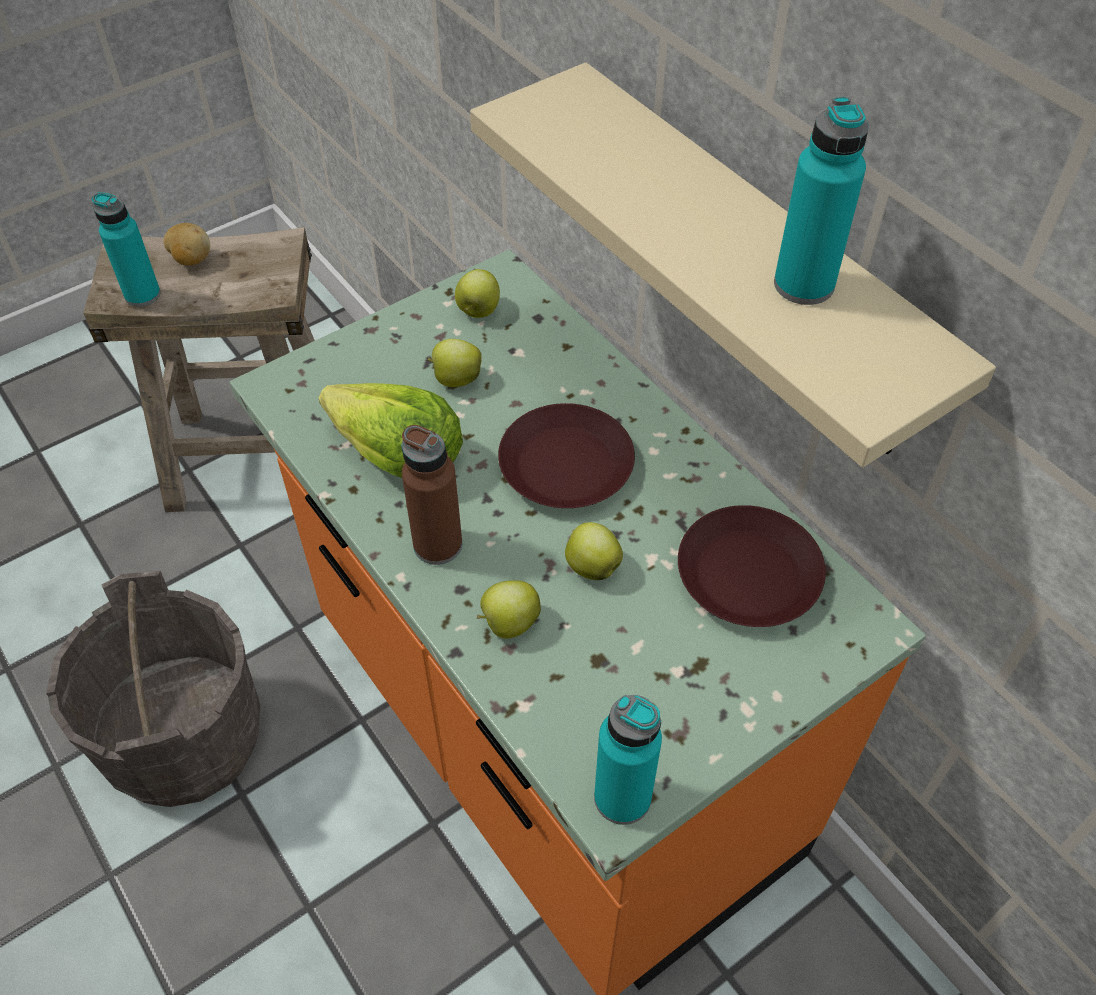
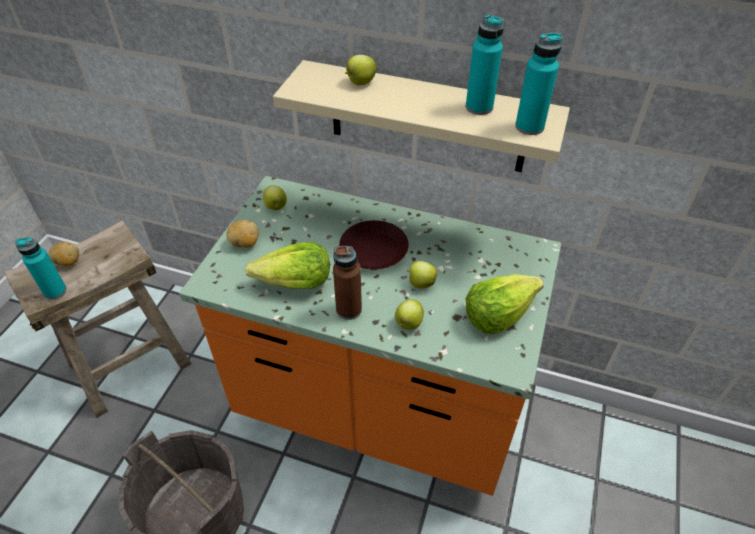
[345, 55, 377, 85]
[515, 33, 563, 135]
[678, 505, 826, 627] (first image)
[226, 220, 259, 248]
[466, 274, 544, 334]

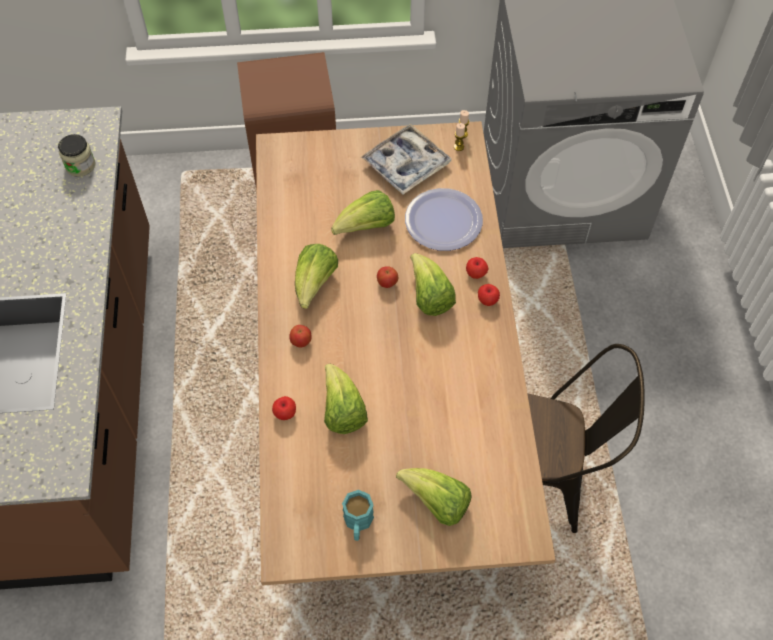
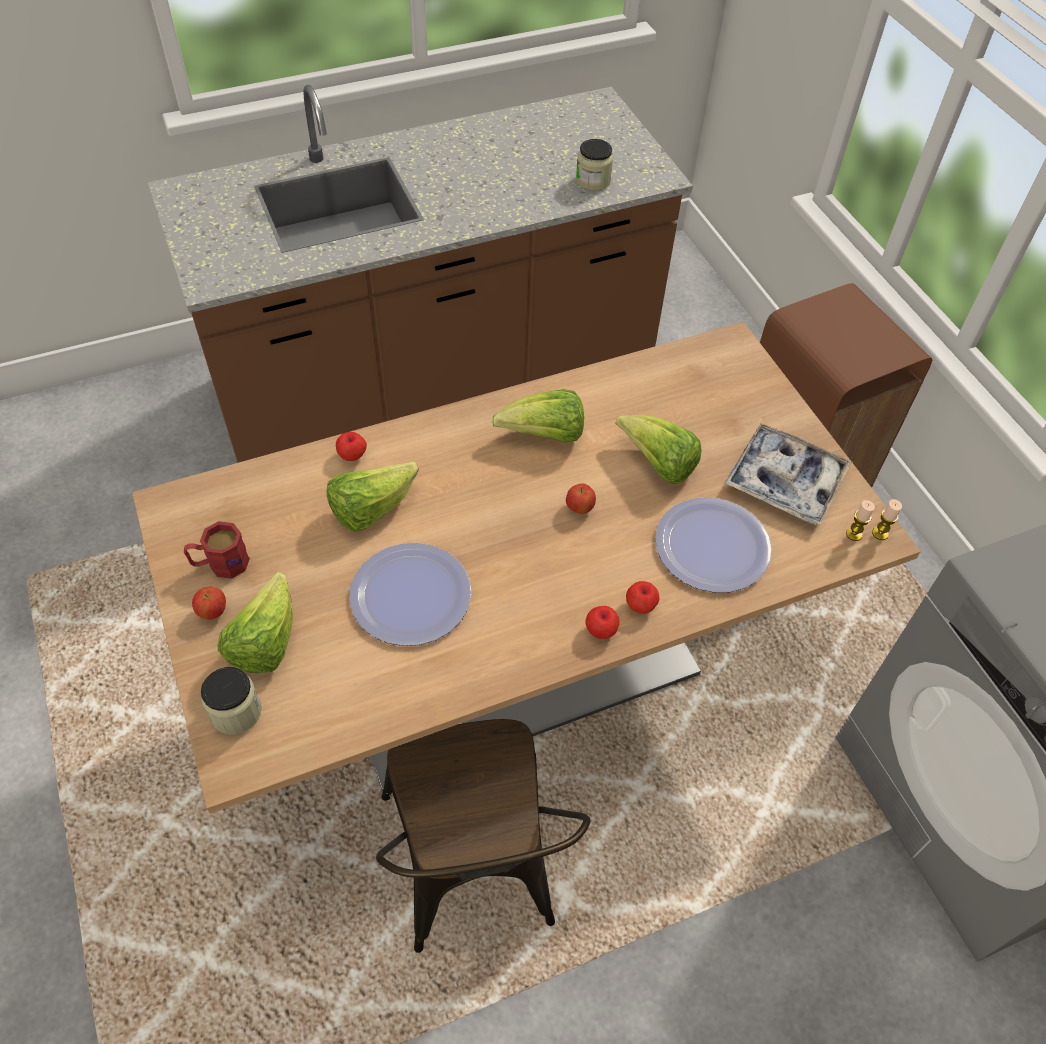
[192, 587, 226, 620]
[184, 521, 250, 579]
[410, 253, 456, 316] (first image)
[201, 667, 262, 734]
[350, 543, 471, 646]

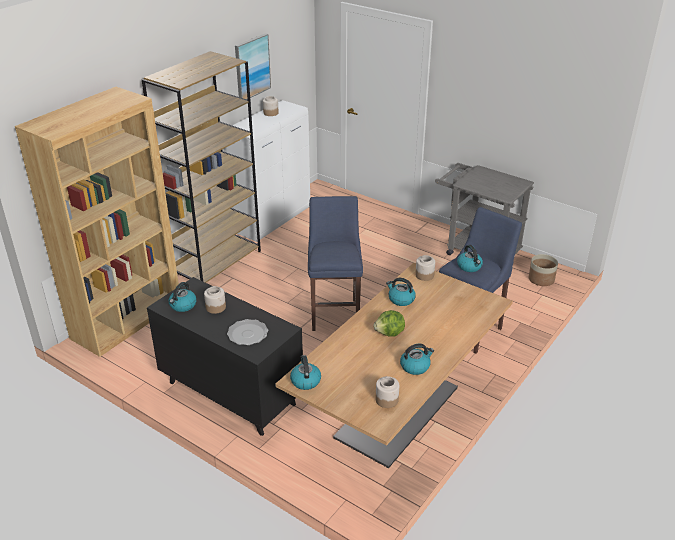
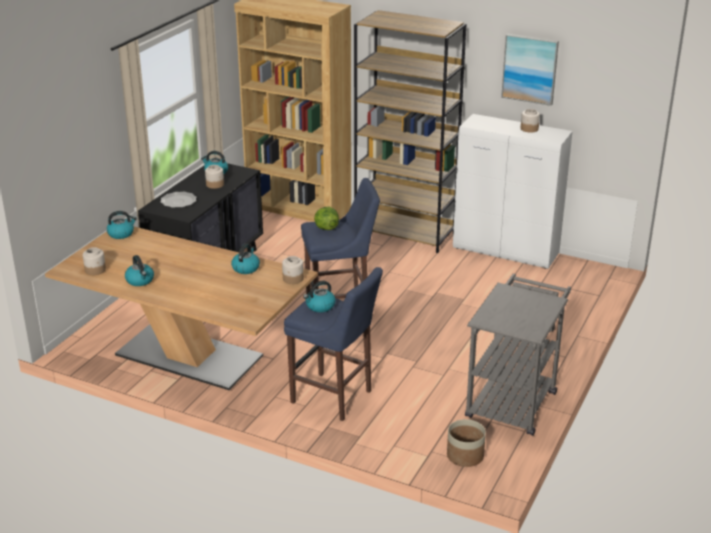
[314, 207, 339, 230]

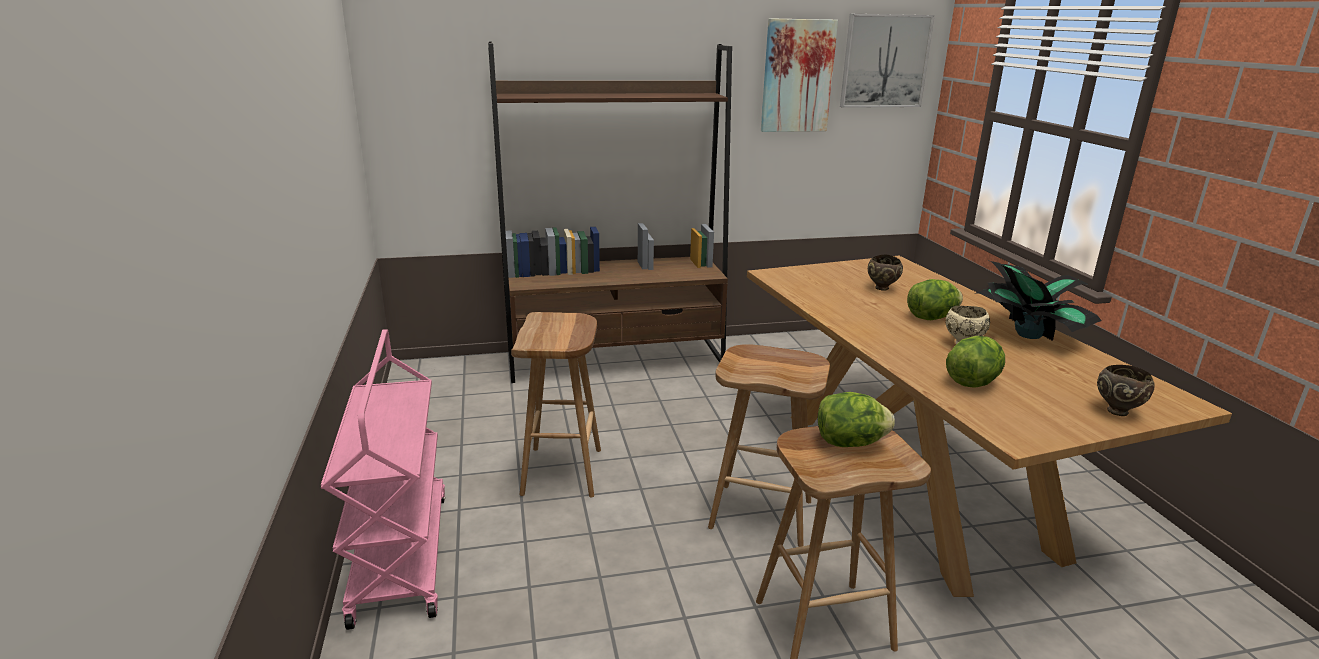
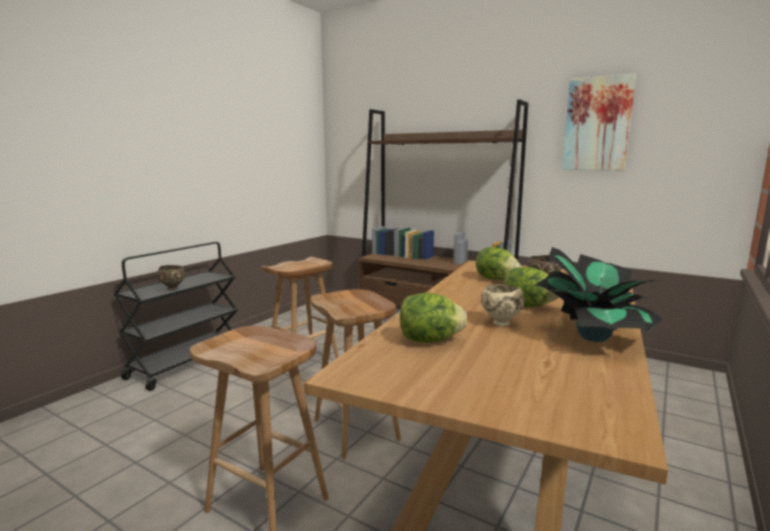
[114, 242, 238, 391]
[476, 247, 521, 280]
[840, 14, 935, 108] (first image)
[157, 265, 185, 290]

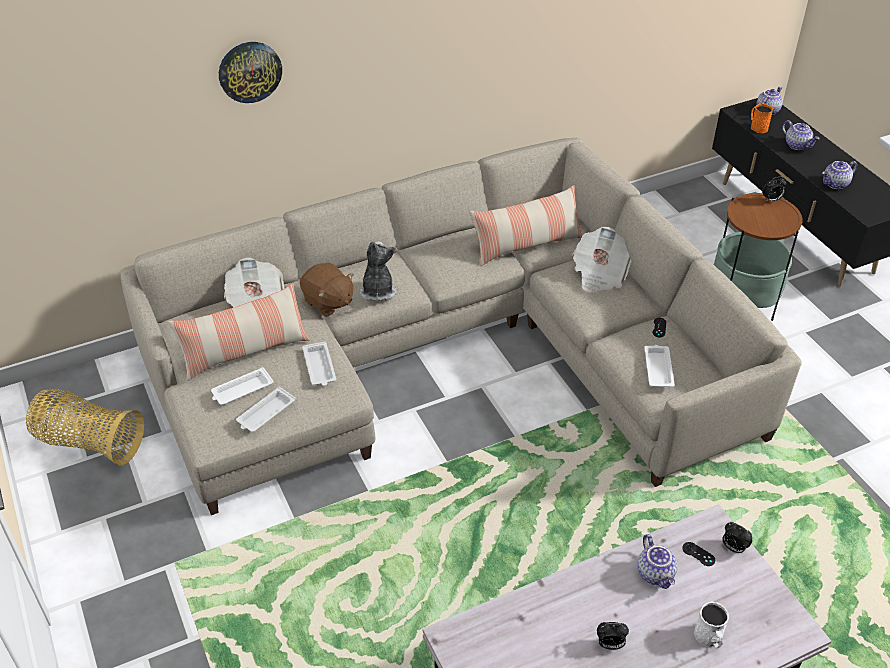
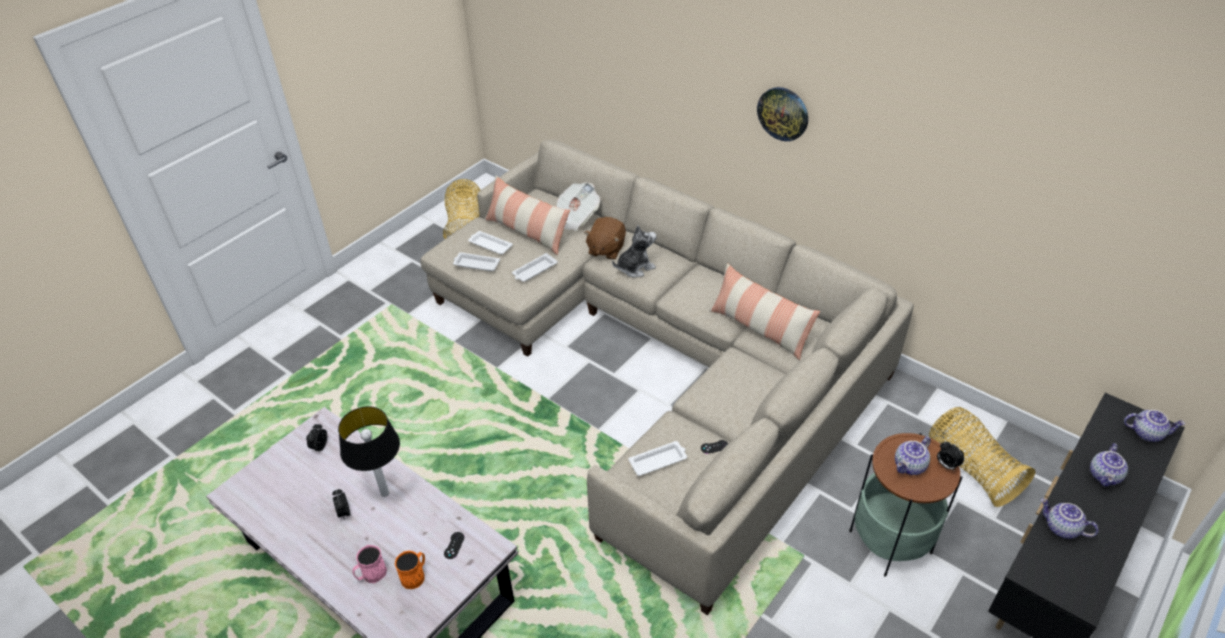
[757, 87, 808, 141]
[572, 227, 631, 292] (first image)
[895, 436, 931, 475]
[352, 545, 387, 583]
[306, 424, 327, 453]
[395, 551, 425, 589]
[338, 406, 400, 497]
[929, 407, 1036, 507]

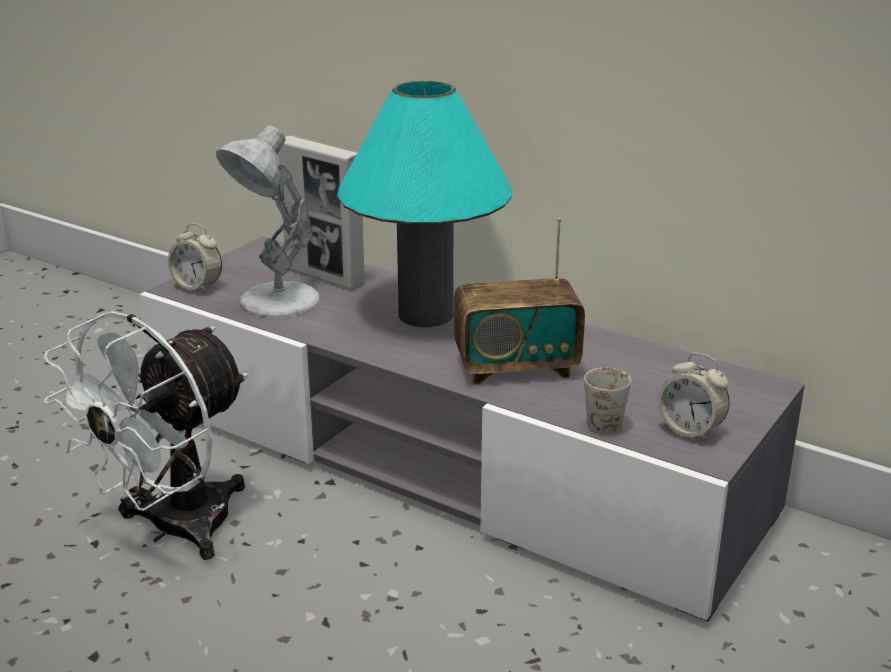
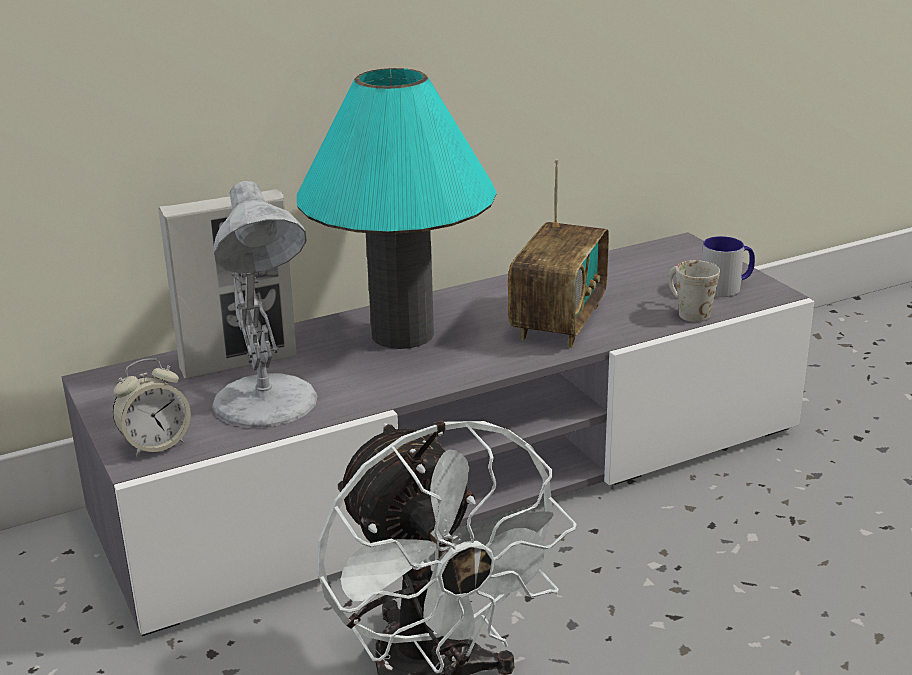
[702, 236, 755, 297]

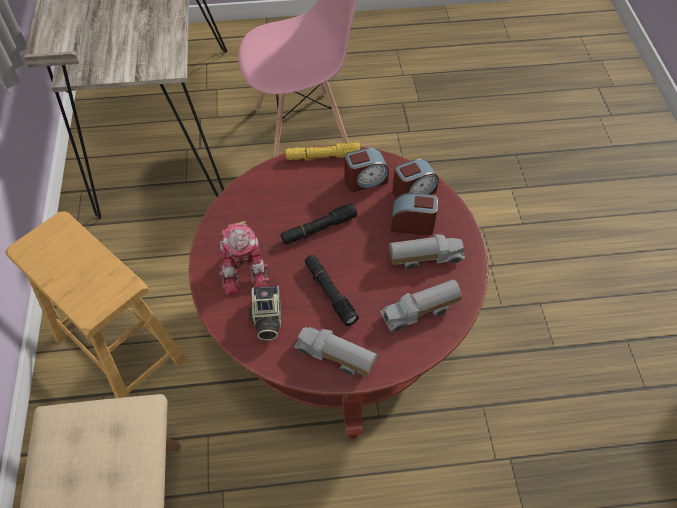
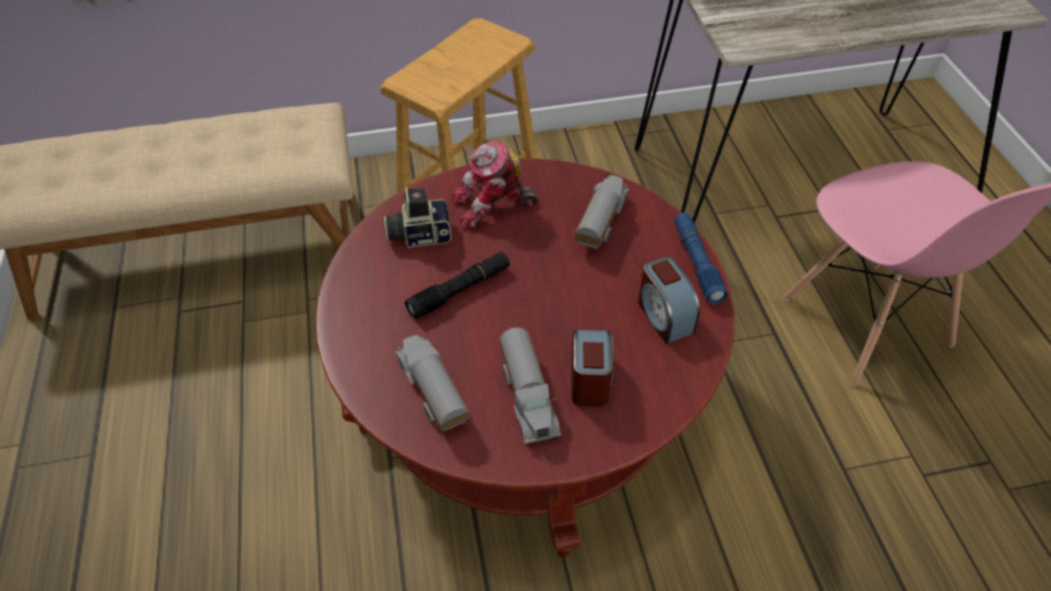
[281, 203, 357, 244] (first image)
[675, 212, 728, 304]
[575, 175, 630, 249]
[392, 158, 439, 198] (first image)

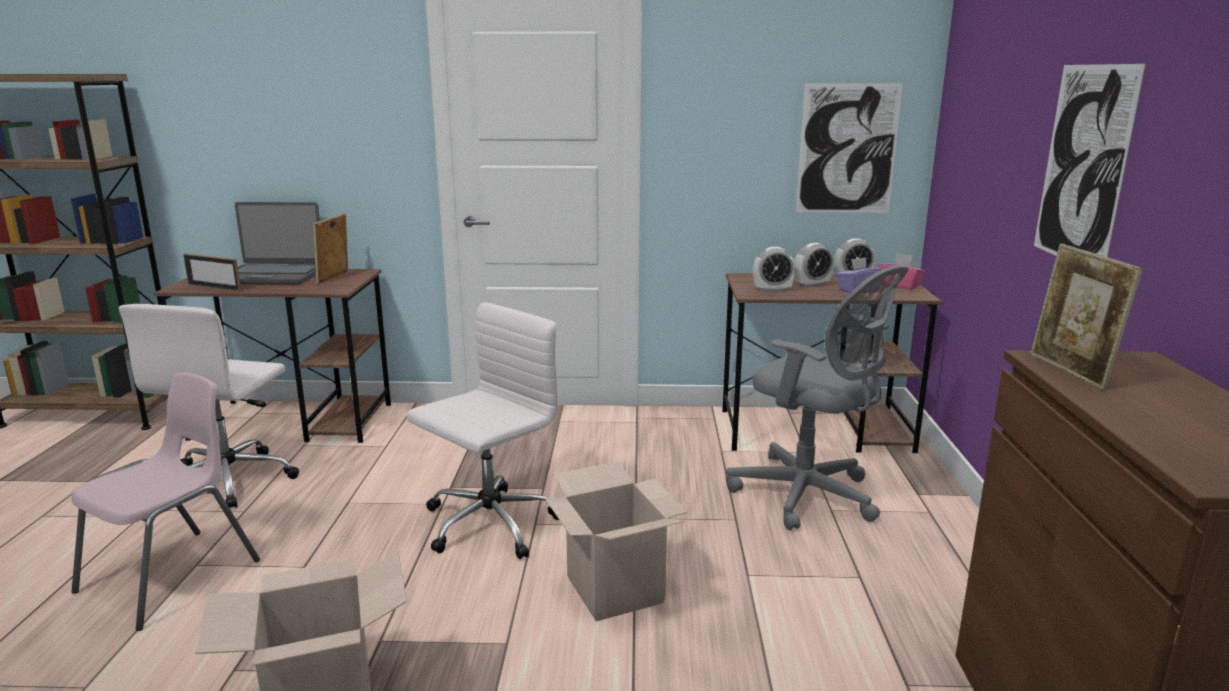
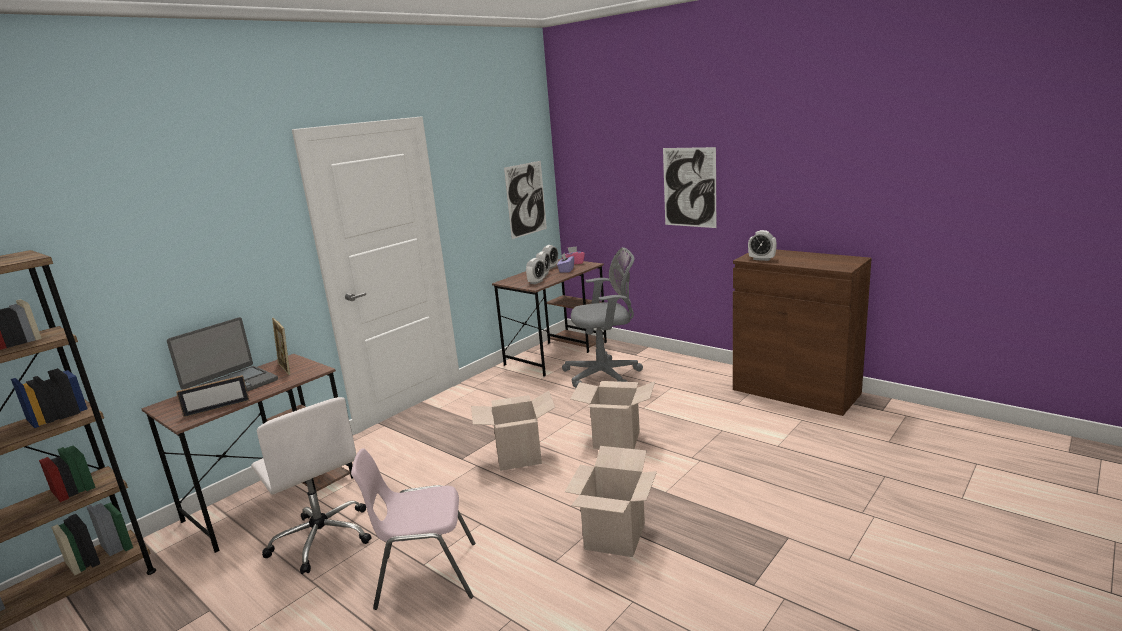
[351, 448, 475, 610]
[471, 390, 555, 471]
[748, 230, 777, 261]

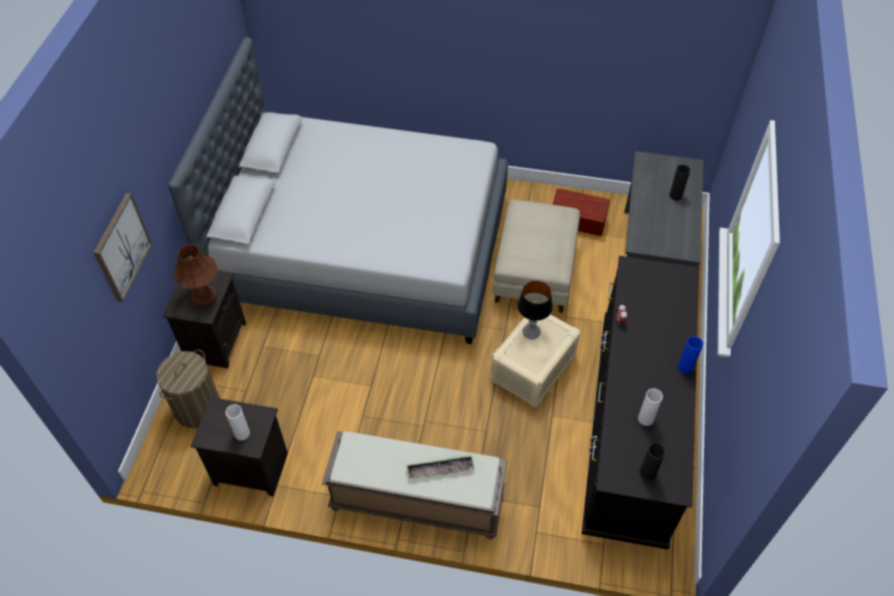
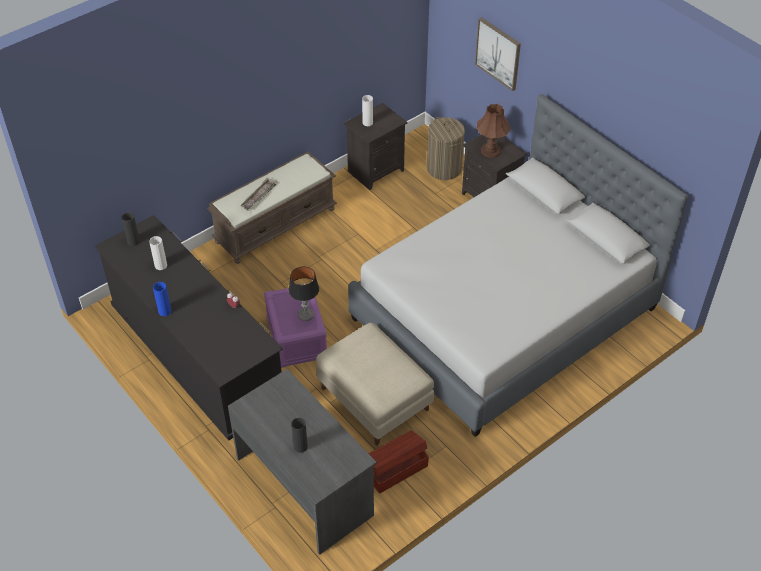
[264, 284, 327, 368]

